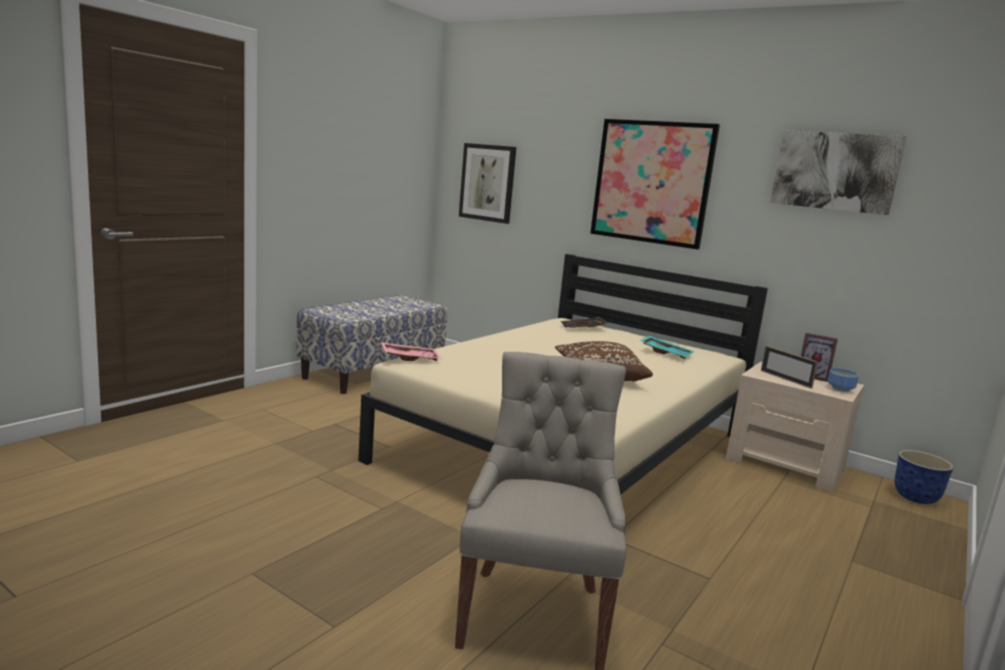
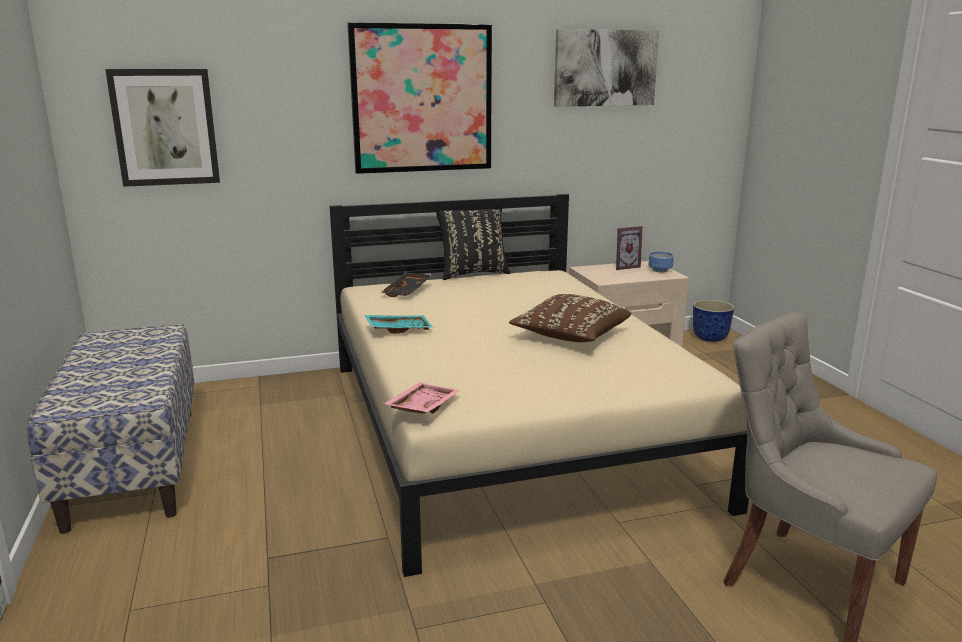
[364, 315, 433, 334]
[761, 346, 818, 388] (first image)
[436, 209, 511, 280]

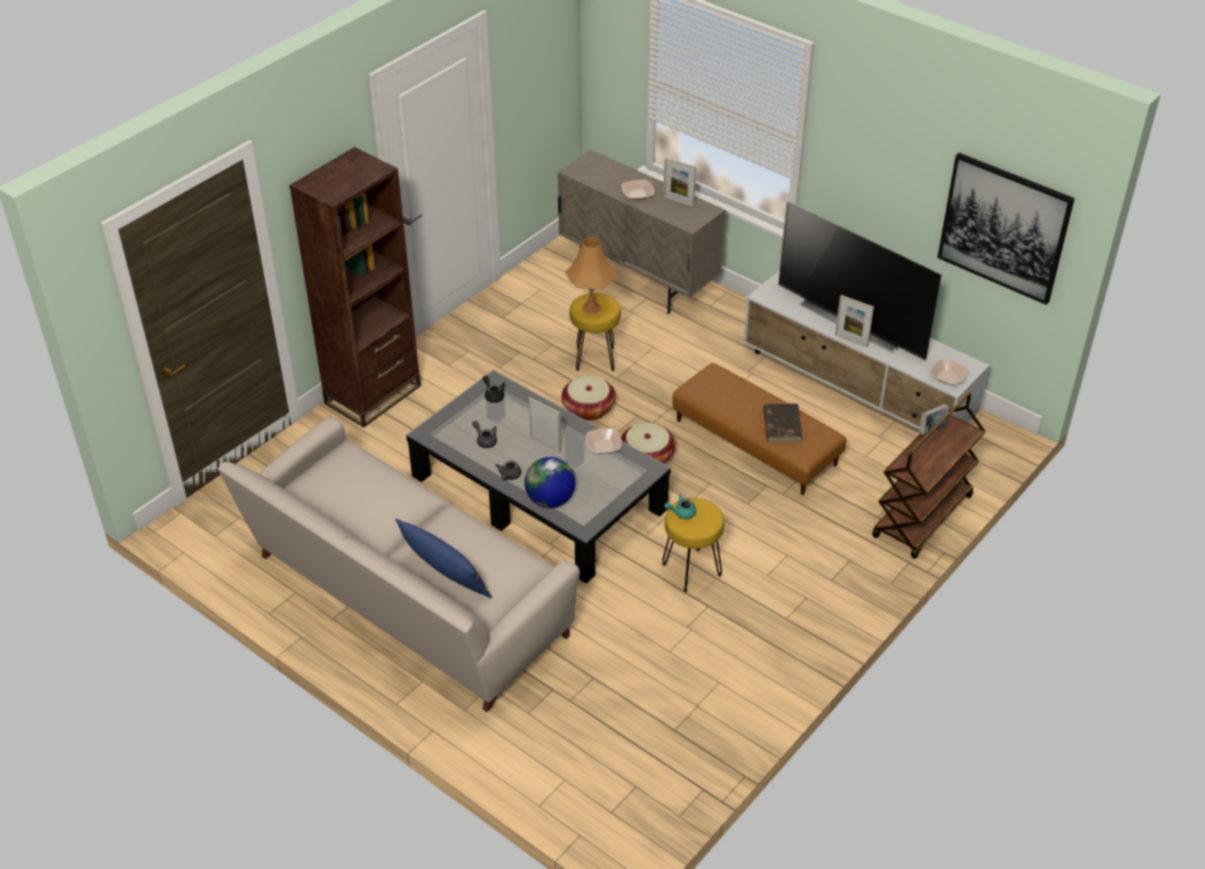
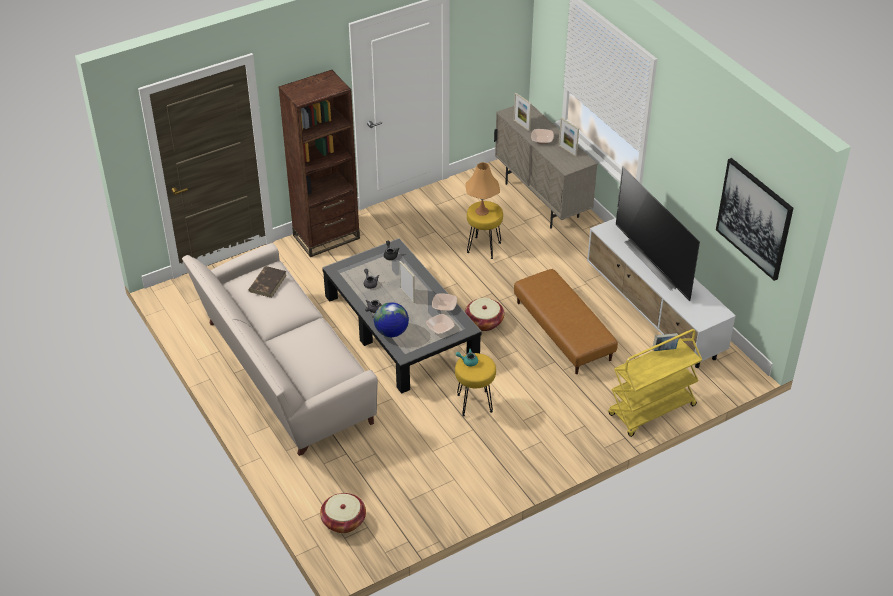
[395, 518, 492, 598] (first image)
[320, 493, 366, 533]
[248, 266, 287, 298]
[514, 93, 531, 131]
[608, 329, 702, 437]
[426, 314, 455, 334]

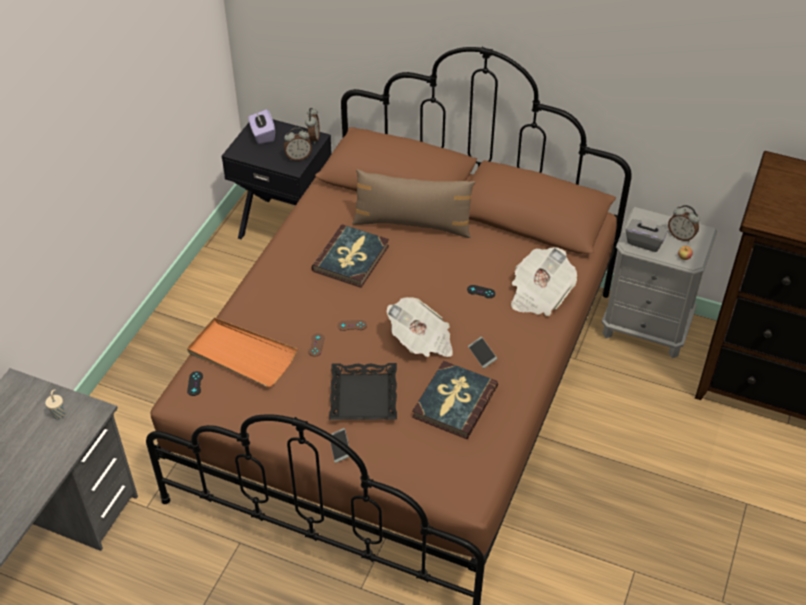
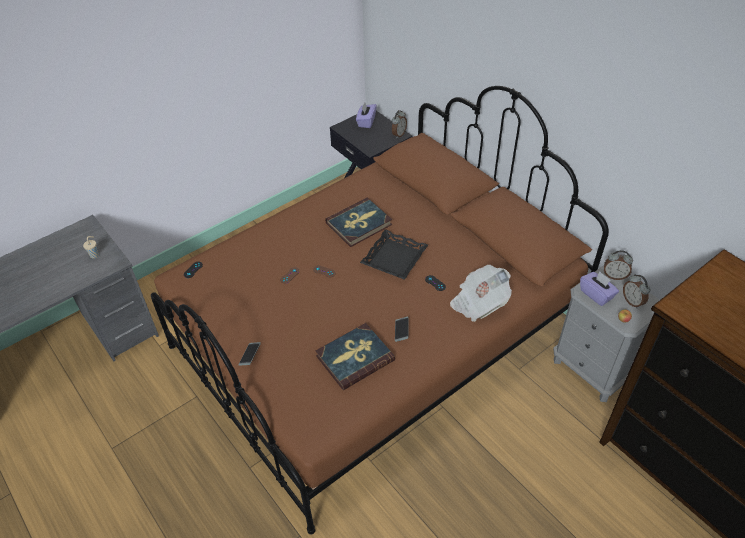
[187, 317, 297, 387] (first image)
[604, 250, 633, 280]
[360, 229, 428, 280]
[352, 169, 475, 238] (first image)
[387, 297, 453, 357] (first image)
[580, 271, 619, 306]

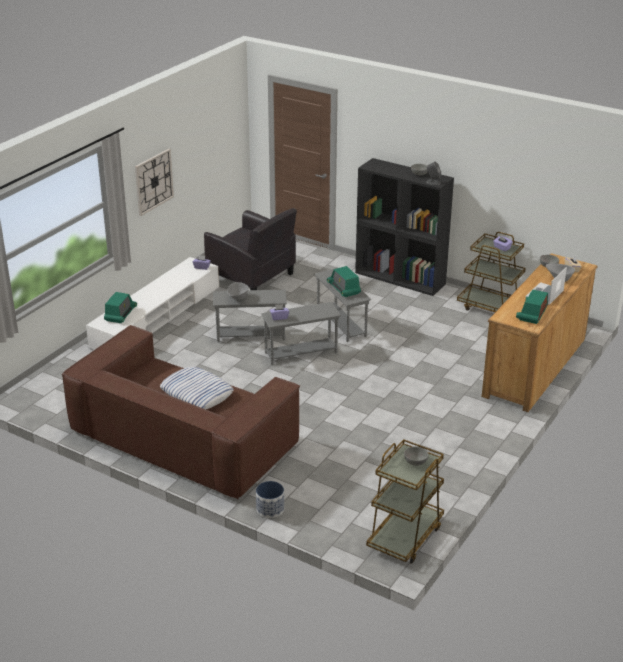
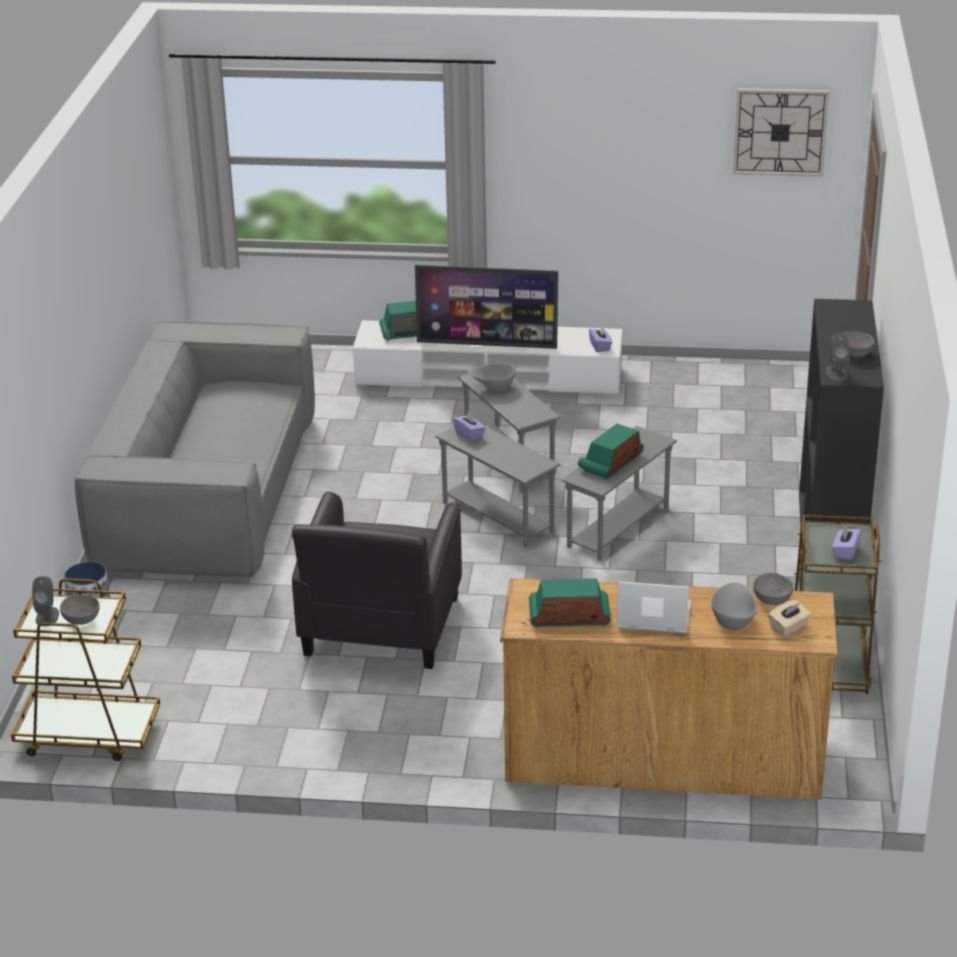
[74, 321, 315, 578]
[733, 88, 829, 177]
[160, 367, 234, 409] (first image)
[292, 492, 462, 669]
[32, 576, 59, 626]
[415, 265, 558, 349]

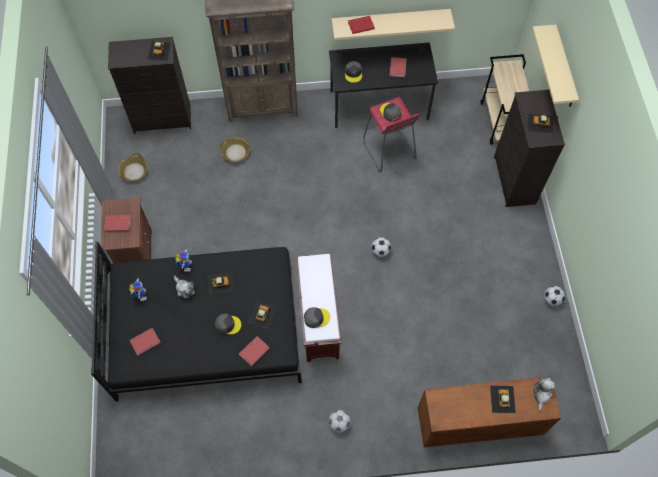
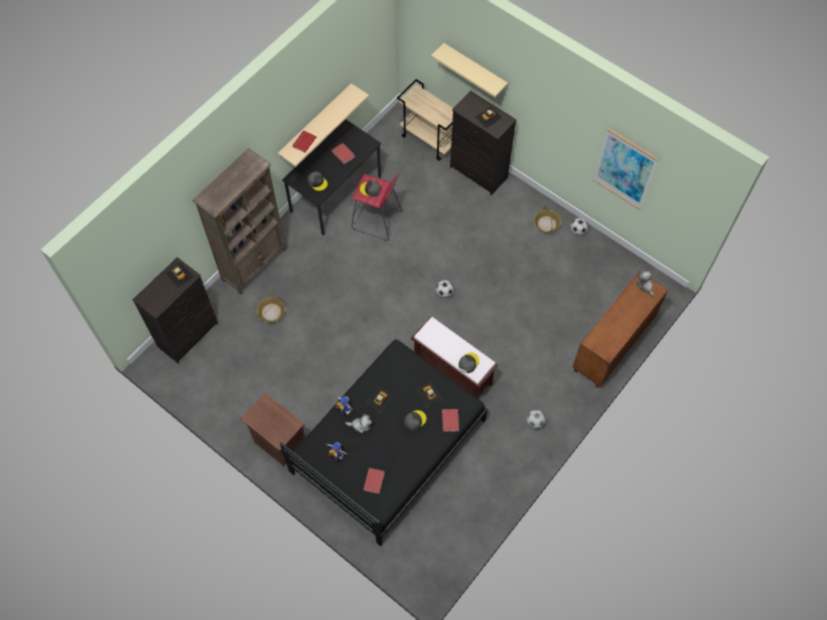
[104, 215, 131, 231] (first image)
[534, 206, 561, 233]
[490, 386, 516, 413] (first image)
[593, 128, 658, 210]

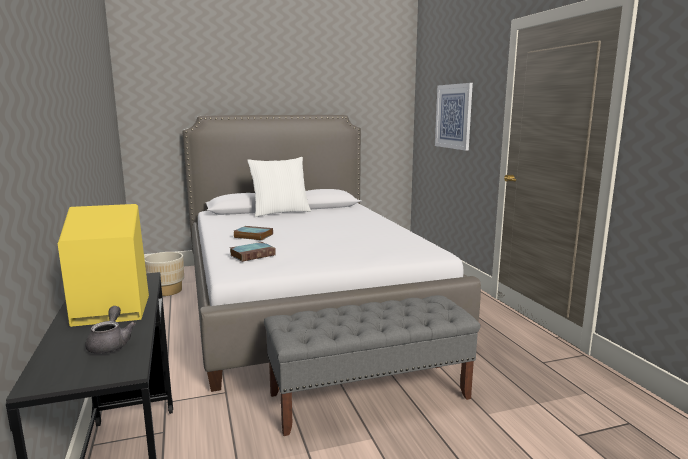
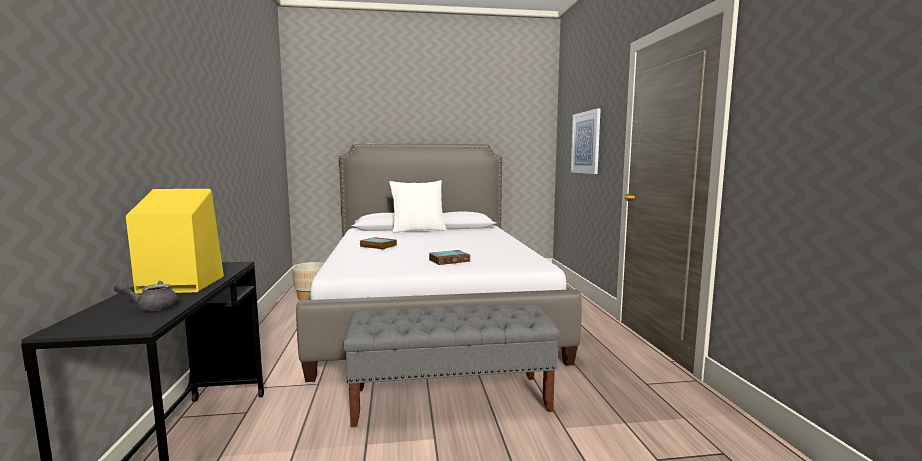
[114, 281, 178, 311]
[429, 250, 470, 265]

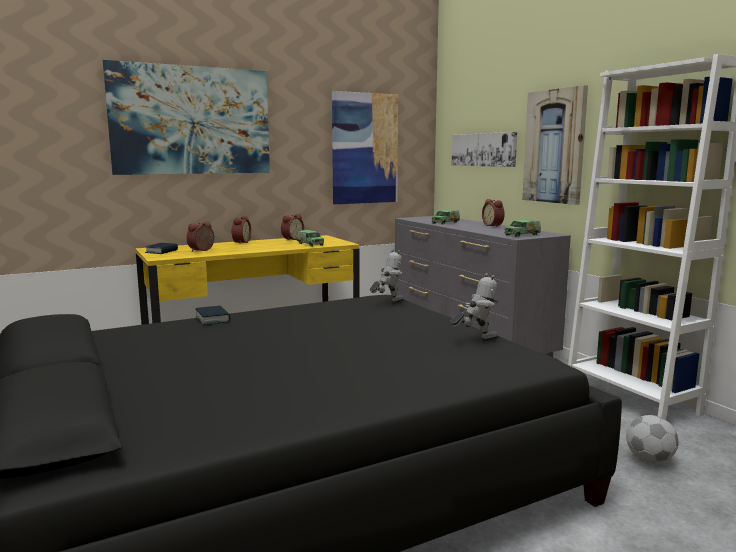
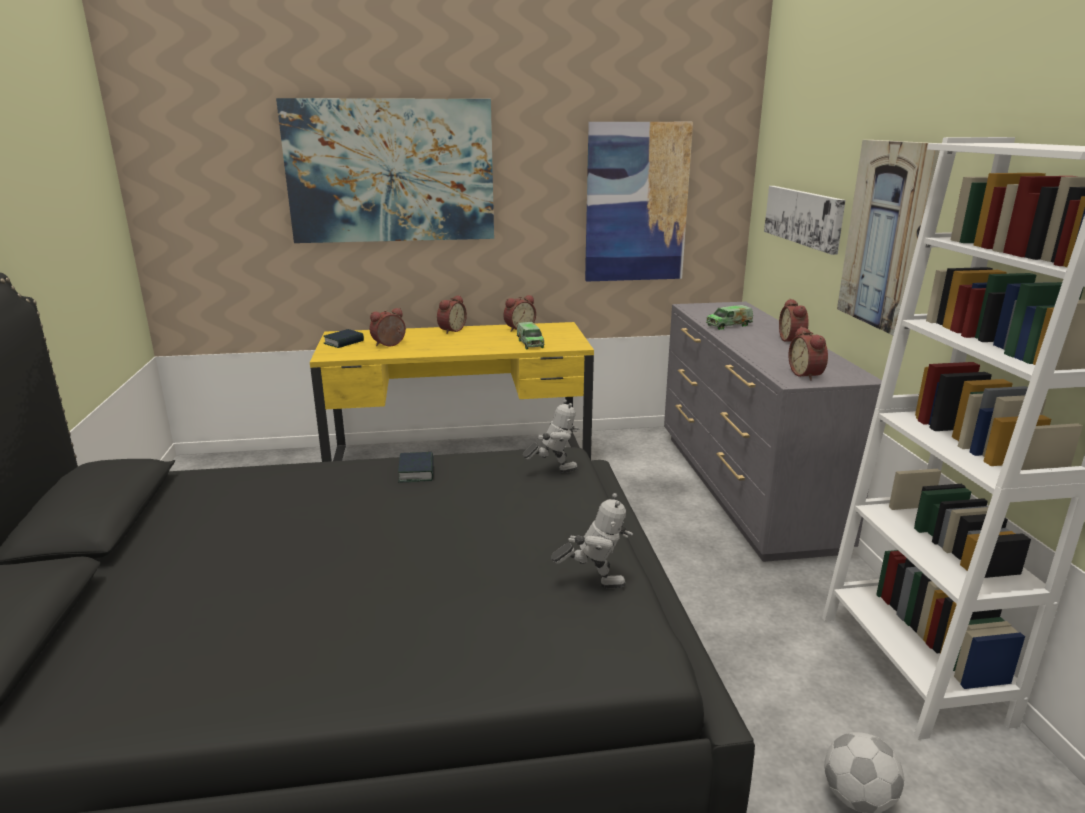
[398, 452, 434, 482]
[789, 327, 828, 381]

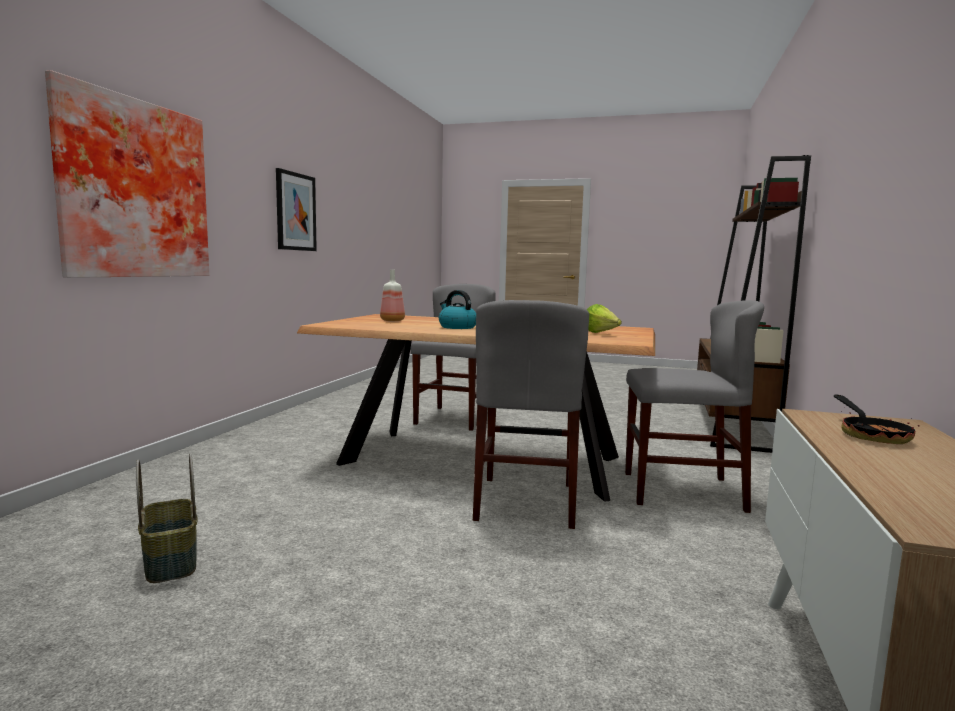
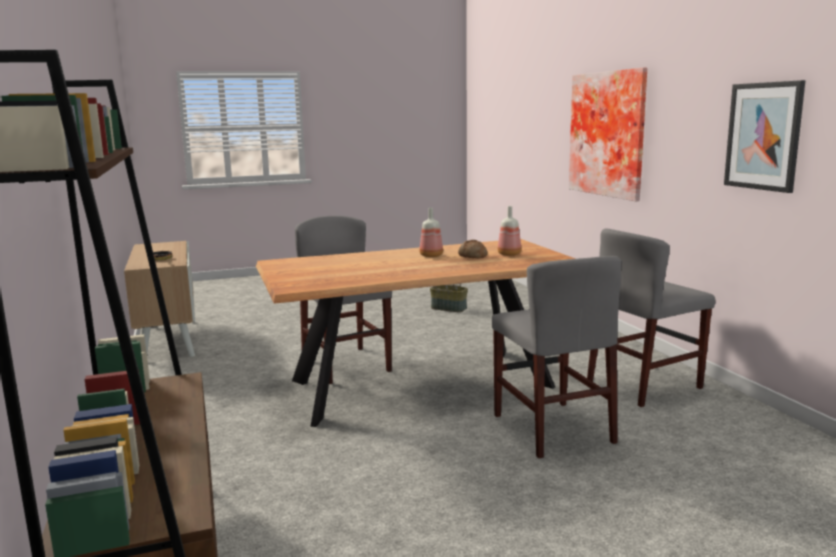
[420, 208, 443, 257]
[586, 304, 622, 333] (first image)
[587, 228, 715, 407]
[458, 240, 487, 258]

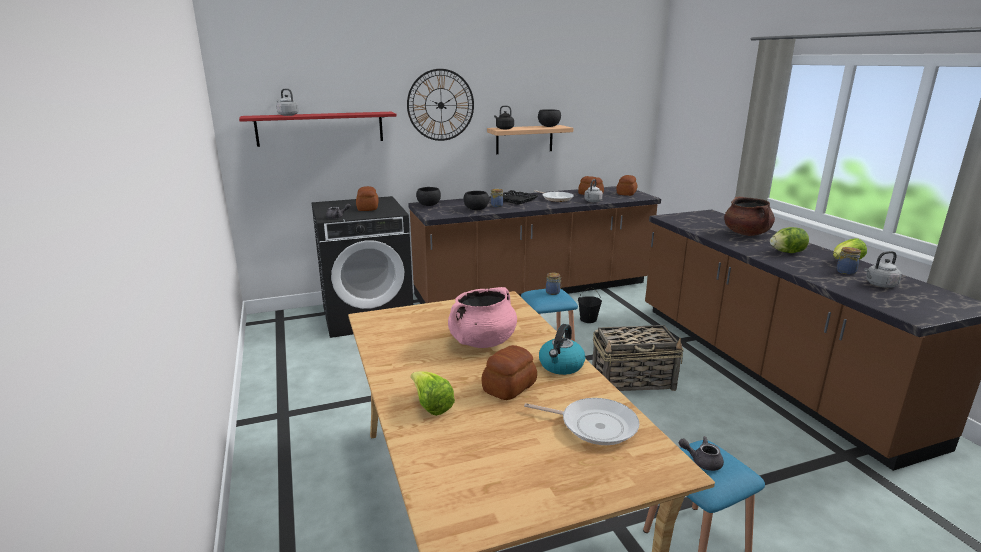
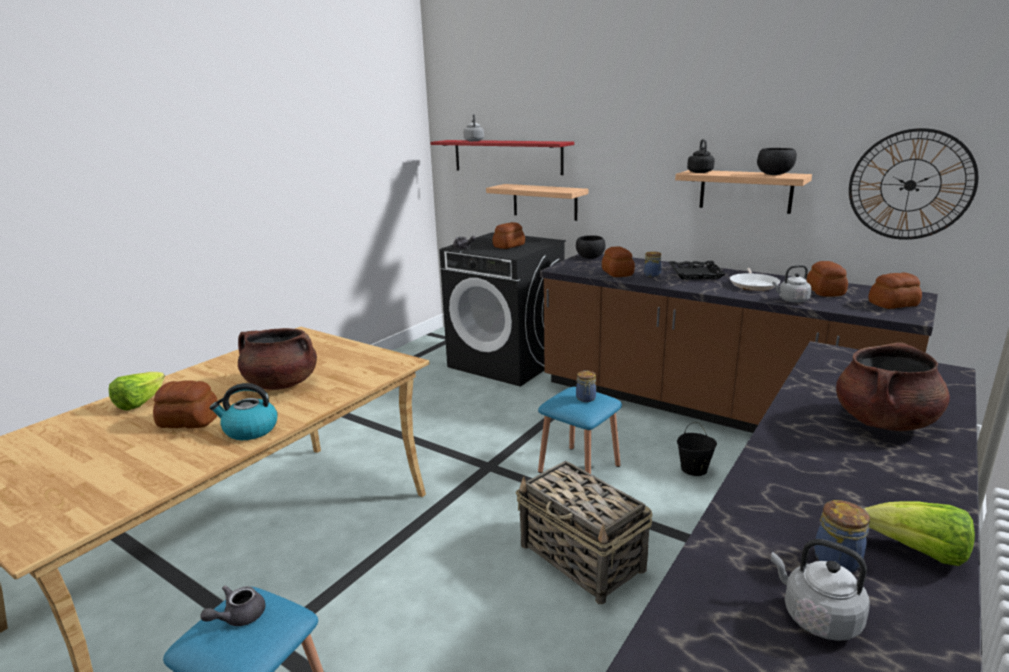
[849, 128, 978, 240]
[238, 328, 317, 390]
[602, 246, 635, 277]
[524, 398, 639, 445] (first image)
[201, 586, 265, 626]
[770, 227, 809, 253] (first image)
[486, 184, 588, 221]

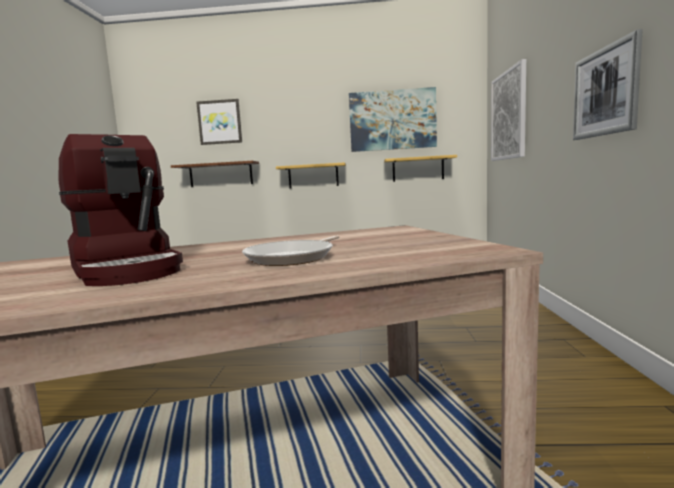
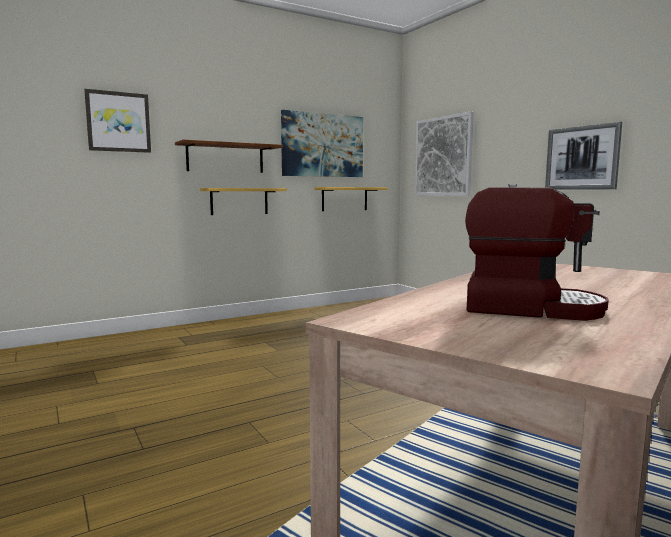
[175, 140, 283, 173]
[242, 236, 339, 266] (first image)

